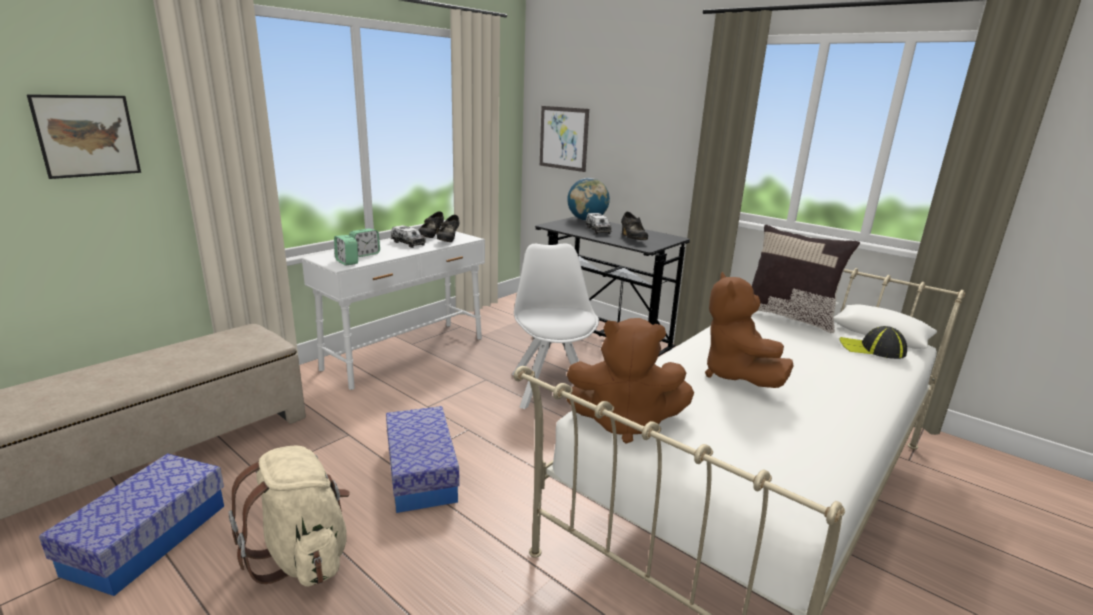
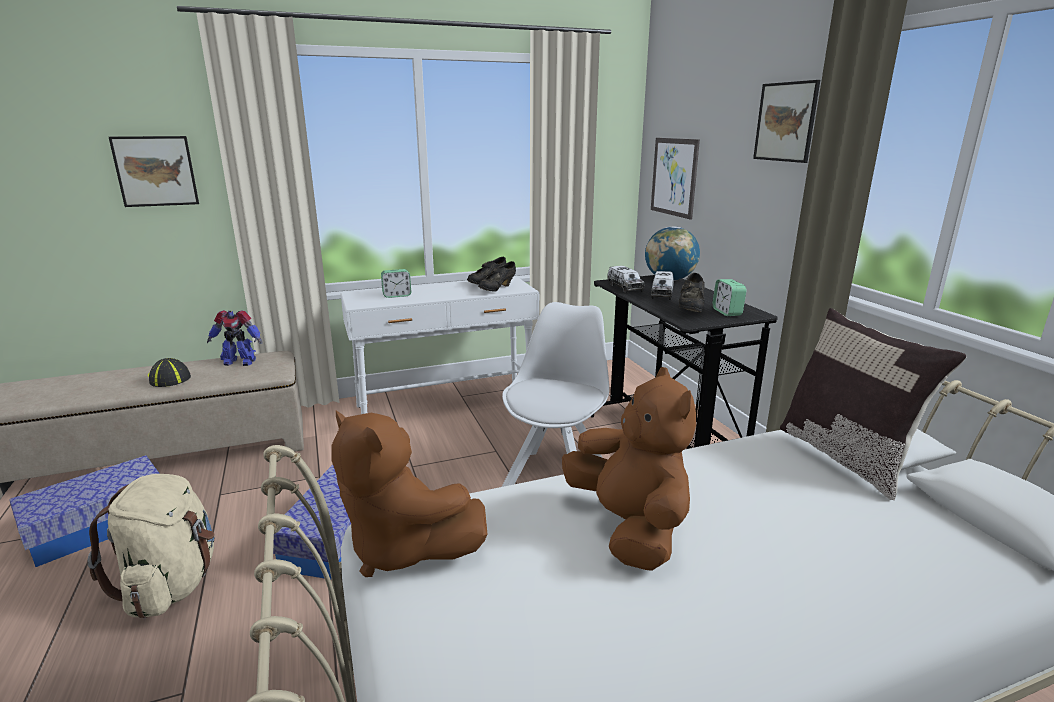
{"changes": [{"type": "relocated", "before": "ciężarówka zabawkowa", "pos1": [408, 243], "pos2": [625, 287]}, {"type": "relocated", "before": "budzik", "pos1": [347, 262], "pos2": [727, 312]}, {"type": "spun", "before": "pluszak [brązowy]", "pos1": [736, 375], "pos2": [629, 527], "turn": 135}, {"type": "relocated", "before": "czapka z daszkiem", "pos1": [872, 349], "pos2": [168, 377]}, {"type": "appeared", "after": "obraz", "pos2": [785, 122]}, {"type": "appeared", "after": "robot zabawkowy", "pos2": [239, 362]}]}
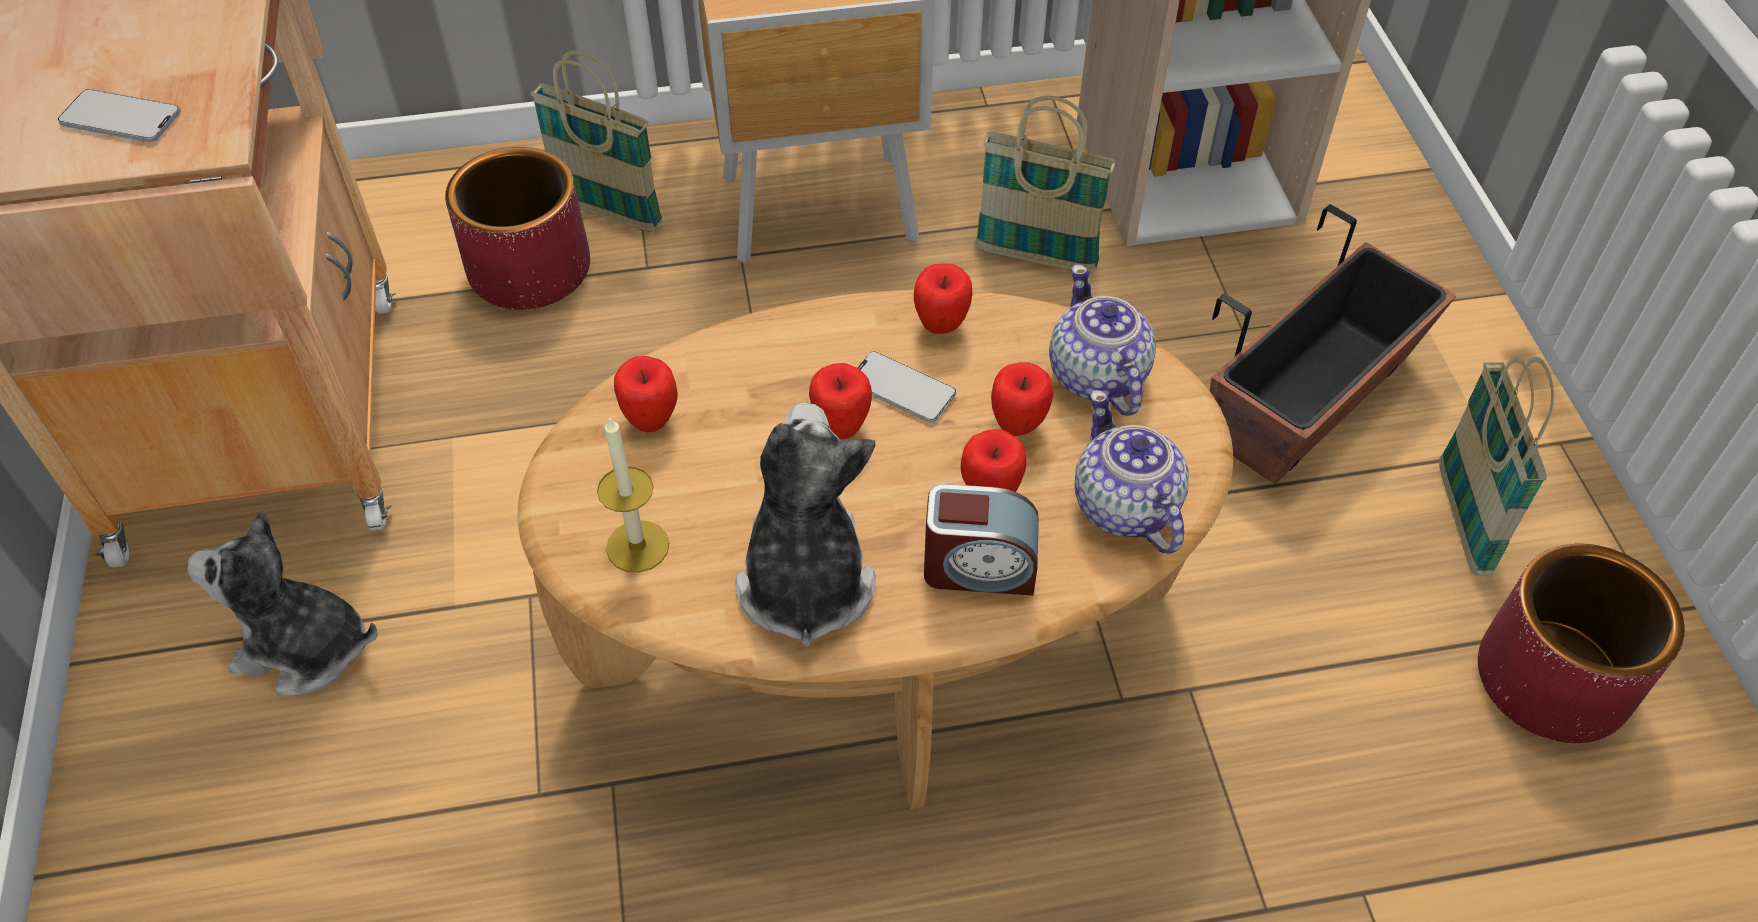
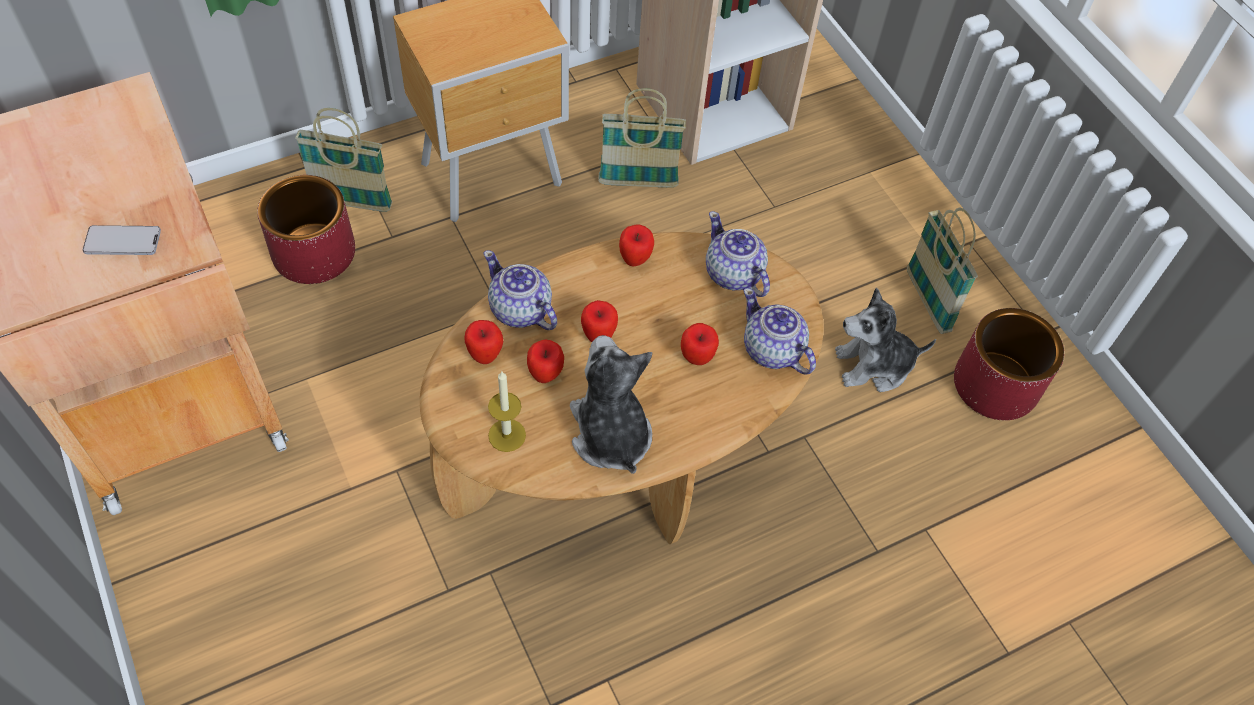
{"changes": [{"type": "missing", "before": "donica", "pos1": [1309, 399]}, {"type": "missing", "before": "telefon", "pos1": [902, 389]}, {"type": "relocated", "before": "jabłko", "pos1": [1018, 426], "pos2": [545, 375]}, {"type": "missing", "before": "budzik", "pos1": [979, 567]}, {"type": "relocated", "before": "pluszak", "pos1": [304, 648], "pos2": [874, 366]}, {"type": "appeared", "after": "imbryk", "pos2": [520, 310]}]}
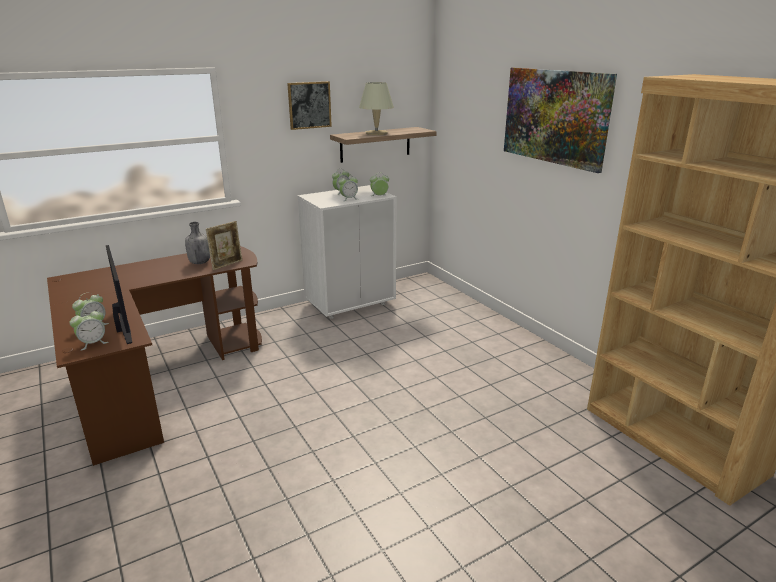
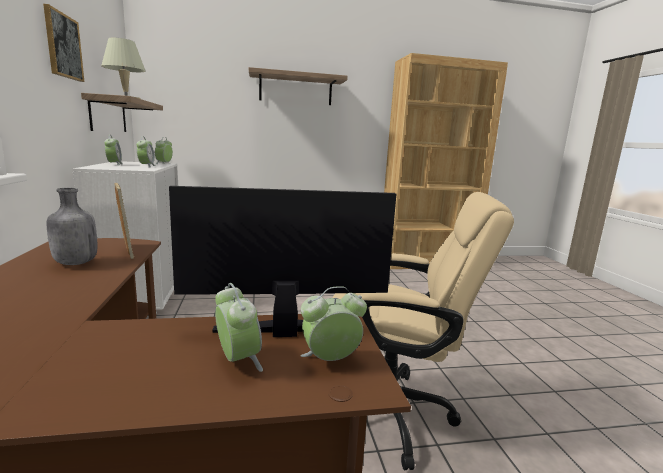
{"changes": [{"type": "exchanged", "before": "obraz", "after": "półka", "pos1": [555, 116], "pos2": [296, 89]}, {"type": "spun", "before": "budzik", "pos1": [93, 343], "pos2": [330, 360], "turn": -90}, {"type": "appeared", "after": "krzesło biurowe [beżowy]", "pos2": [393, 413]}]}
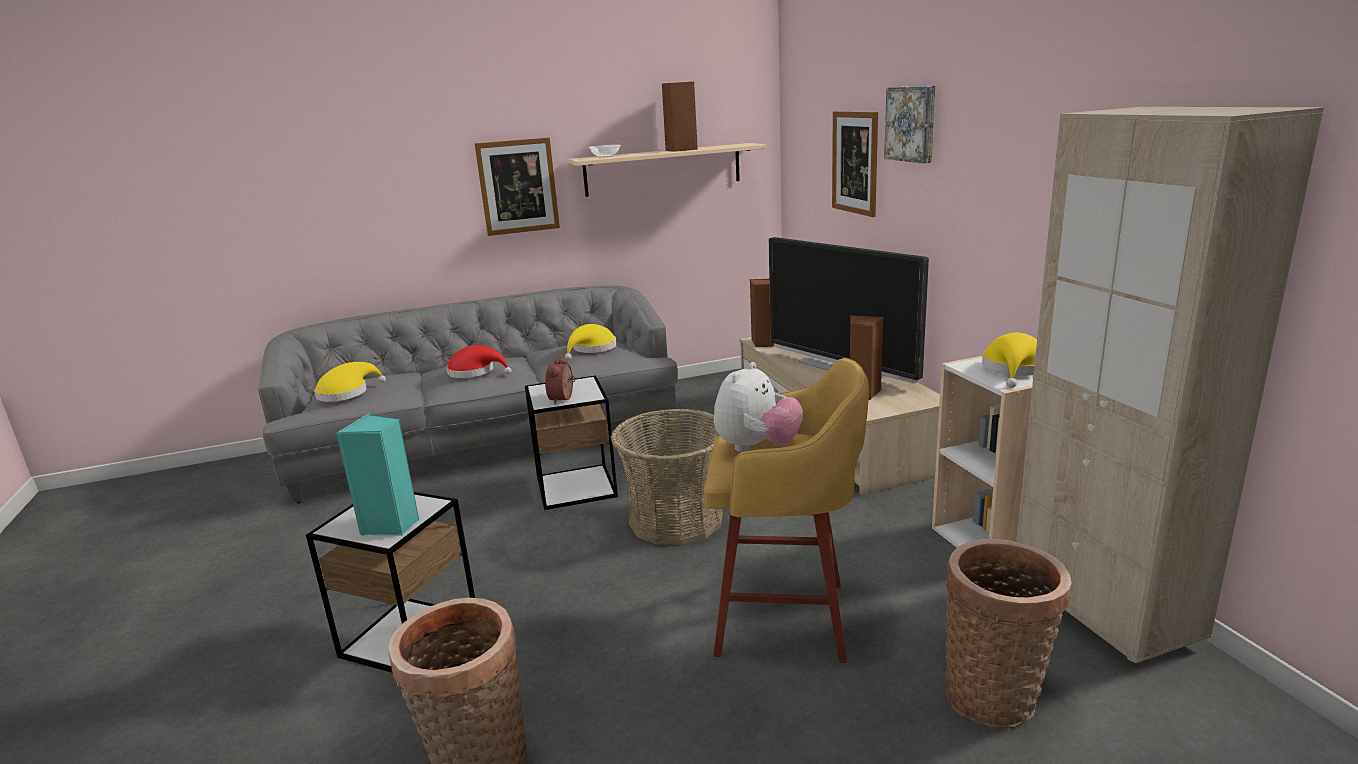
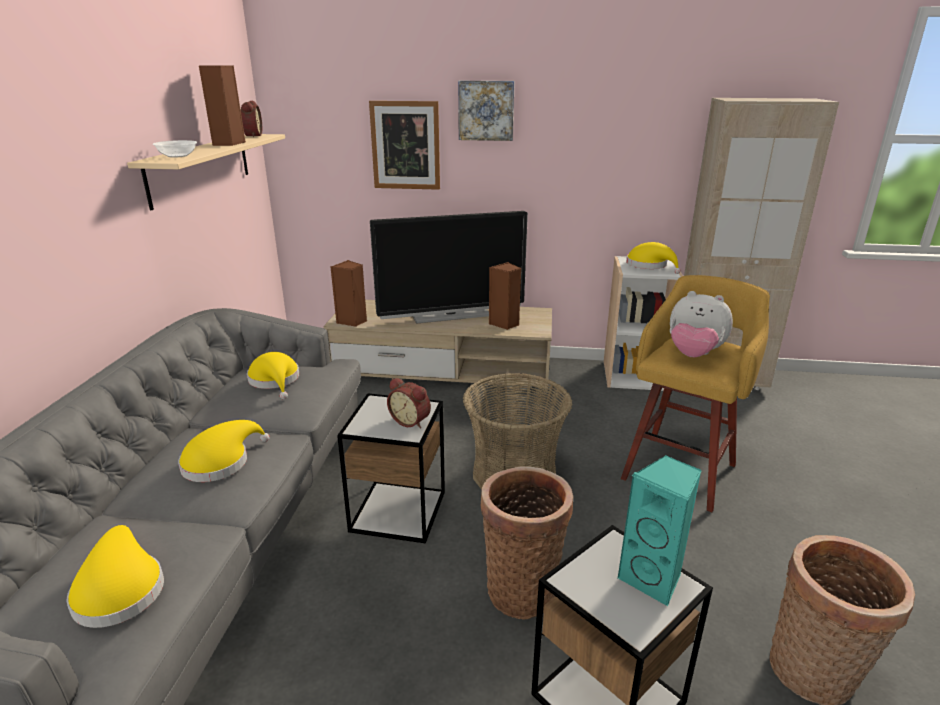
{"changes": [{"type": "missing", "before": "obraz", "pos1": [518, 186]}, {"type": "colour", "before": "kapelusz [czerwony]", "after": "kapelusz [żółty]", "pos1": [475, 372], "pos2": [220, 462]}, {"type": "spun", "before": "pluszak", "pos1": [757, 447], "pos2": [693, 354], "turn": 150}, {"type": "relocated", "before": "koszyk", "pos1": [995, 696], "pos2": [522, 587]}, {"type": "appeared", "after": "budzik", "pos2": [251, 136]}]}
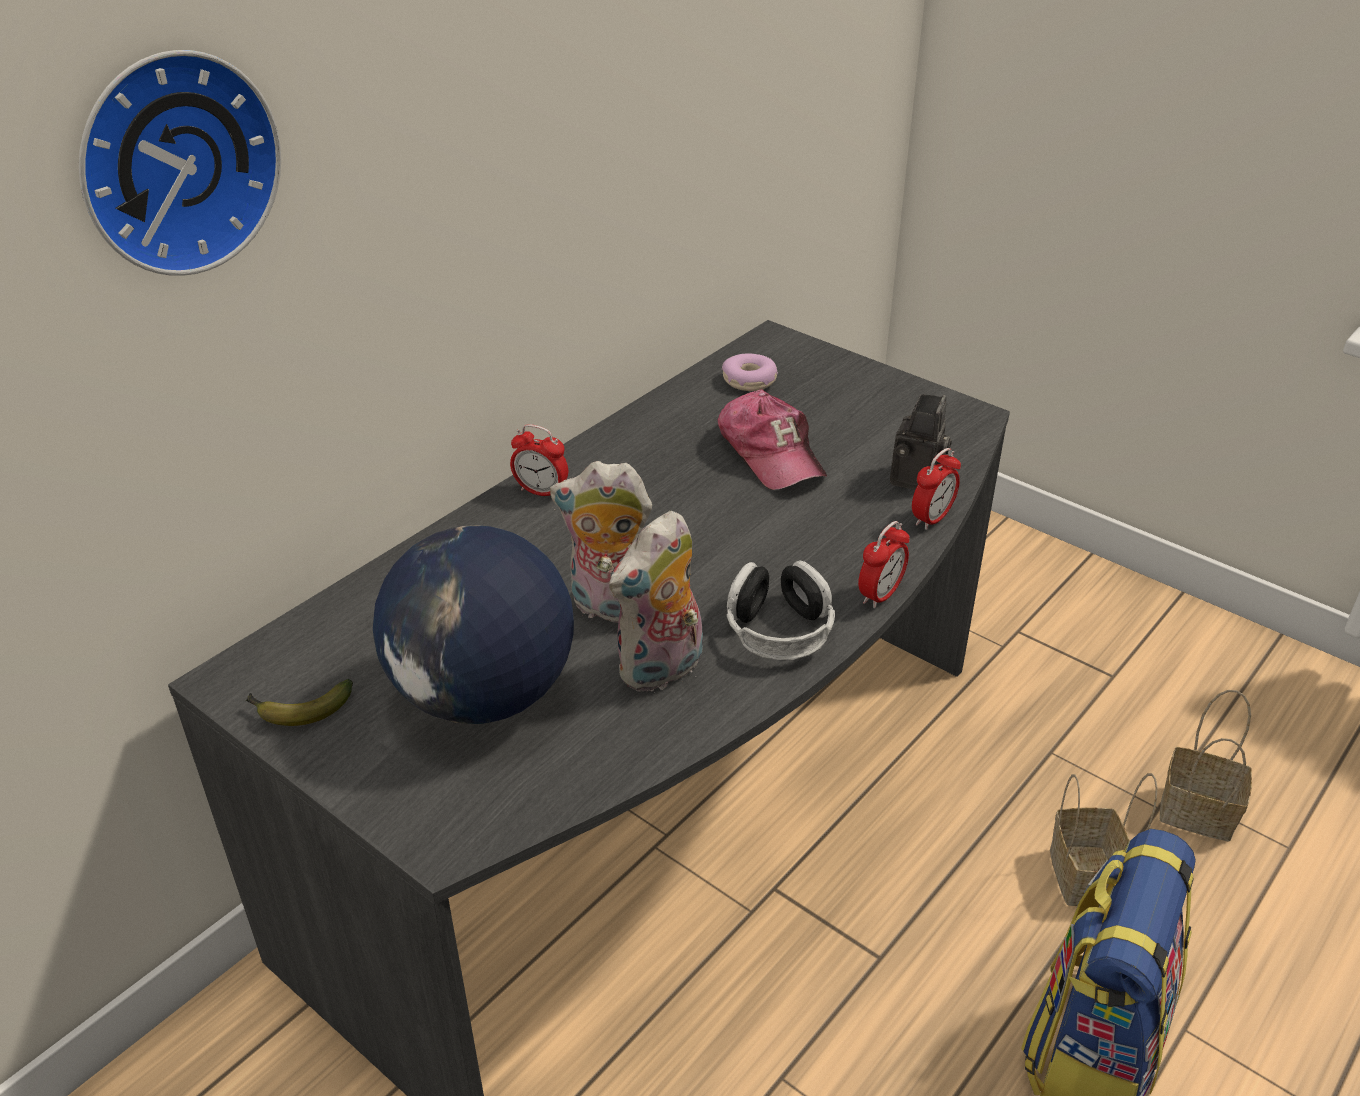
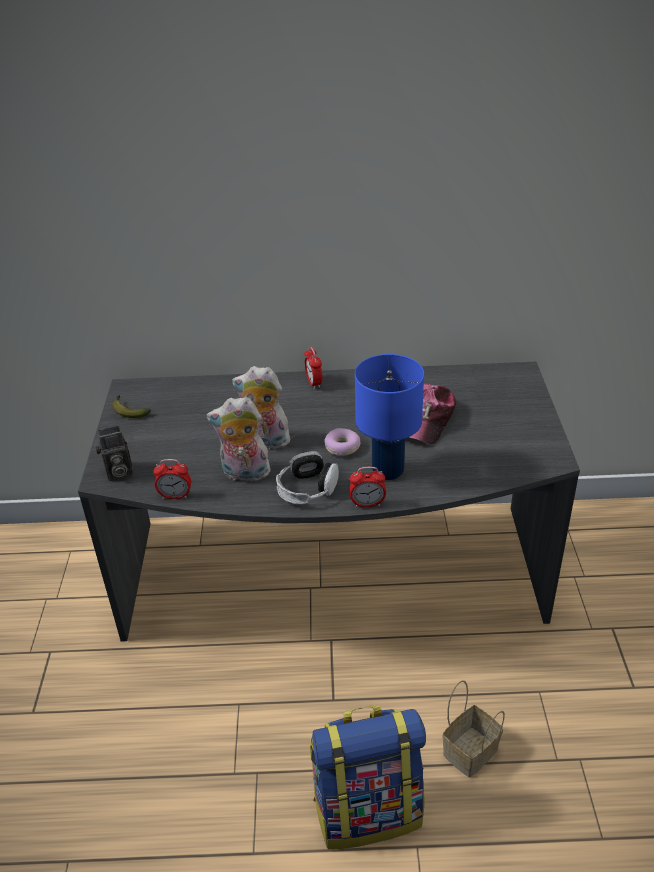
{"changes": [{"type": "missing", "before": "zegar ścienny", "pos1": [175, 161]}, {"type": "relocated", "before": "donut", "pos1": [749, 381], "pos2": [342, 447]}, {"type": "relocated", "before": "aparat fotograficzny", "pos1": [917, 480], "pos2": [117, 473]}, {"type": "relocated", "before": "budzik", "pos1": [932, 518], "pos2": [175, 496]}, {"type": "spun", "before": "pluszak", "pos1": [611, 609], "pos2": [265, 441], "turn": -45}, {"type": "missing", "before": "globus", "pos1": [484, 696]}, {"type": "missing", "before": "koszyk", "pos1": [1200, 812]}, {"type": "appeared", "after": "lampa stołowa [niebieski]", "pos2": [389, 470]}]}
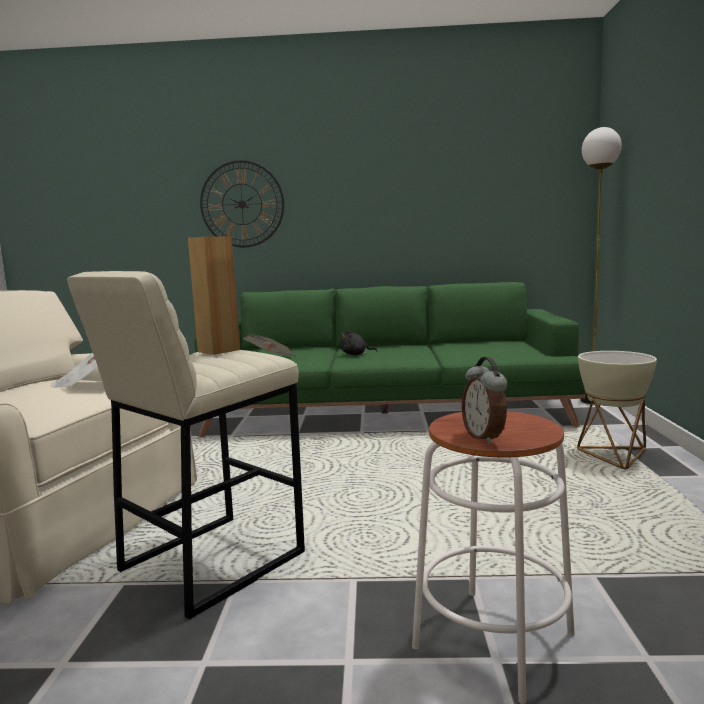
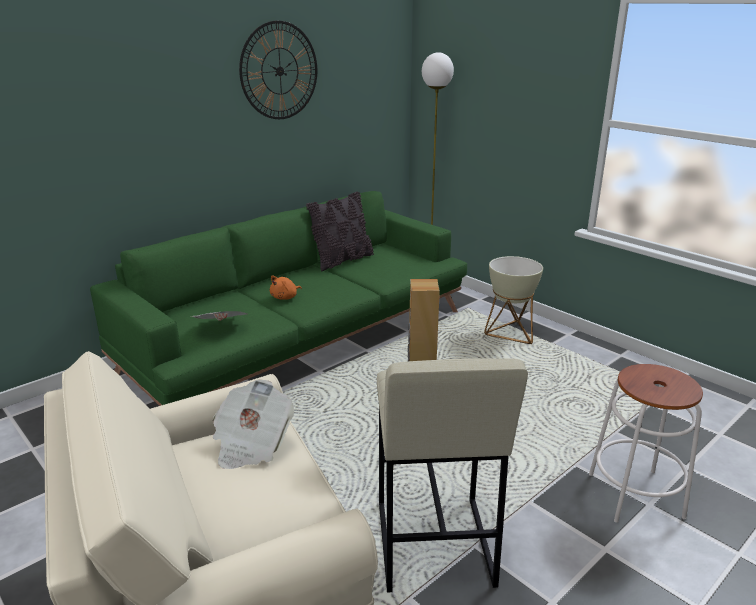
{"changes": [{"type": "relocated", "before": "zegar ścienny", "pos1": [242, 204], "pos2": [279, 71]}, {"type": "colour", "before": "pluszak [czarny]", "after": "pluszak [pomarańczowy]", "pos1": [356, 354], "pos2": [285, 297]}, {"type": "missing", "before": "budzik", "pos1": [485, 437]}, {"type": "appeared", "after": "poduszka [czarny]", "pos2": [342, 260]}]}
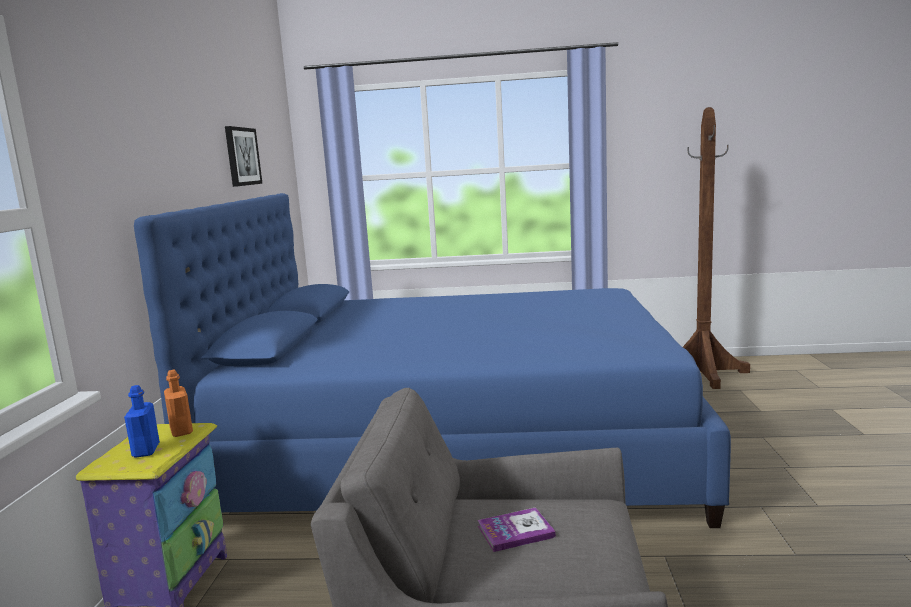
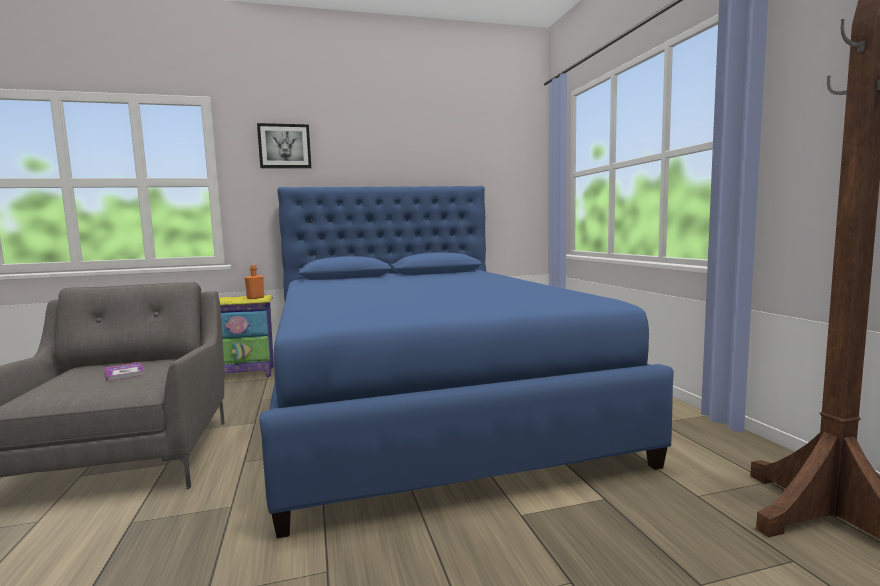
{"changes": [{"type": "relocated", "before": "obraz", "pos1": [242, 156], "pos2": [284, 146]}, {"type": "missing", "before": "butelka [niebieski]", "pos1": [146, 450]}]}
